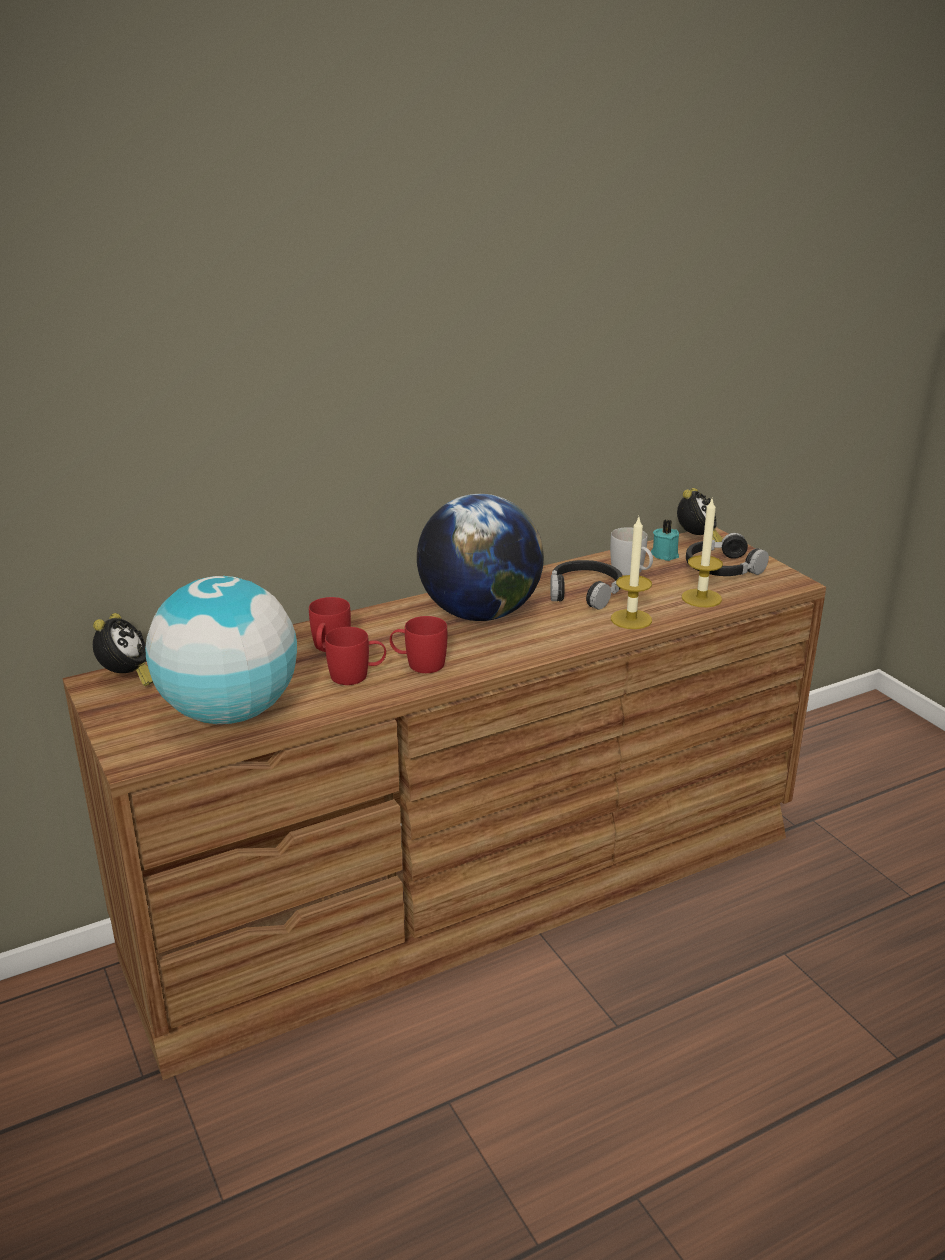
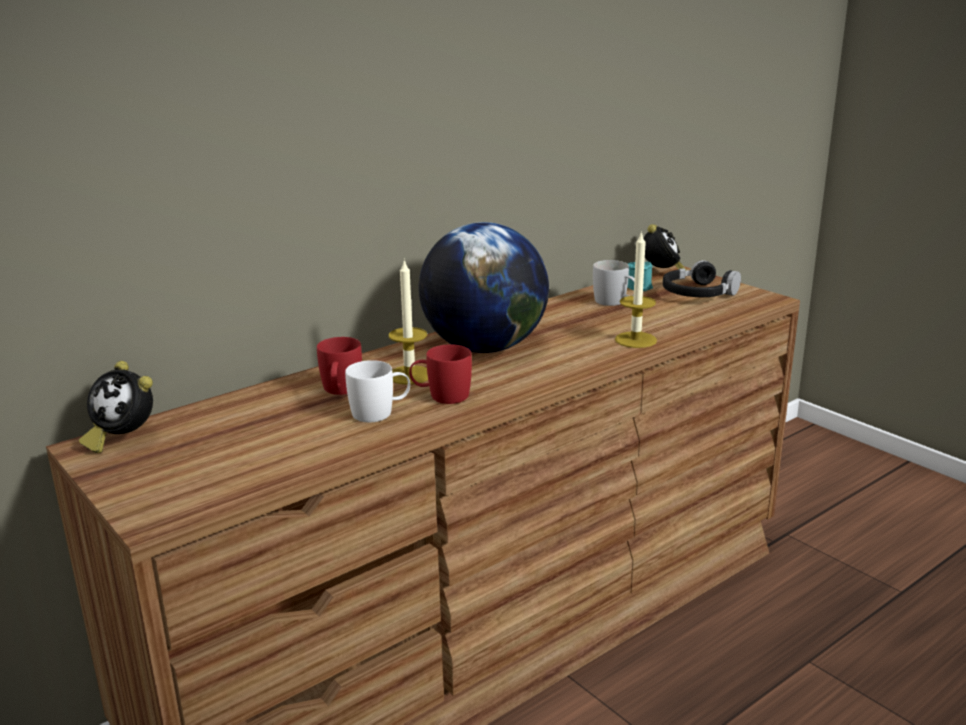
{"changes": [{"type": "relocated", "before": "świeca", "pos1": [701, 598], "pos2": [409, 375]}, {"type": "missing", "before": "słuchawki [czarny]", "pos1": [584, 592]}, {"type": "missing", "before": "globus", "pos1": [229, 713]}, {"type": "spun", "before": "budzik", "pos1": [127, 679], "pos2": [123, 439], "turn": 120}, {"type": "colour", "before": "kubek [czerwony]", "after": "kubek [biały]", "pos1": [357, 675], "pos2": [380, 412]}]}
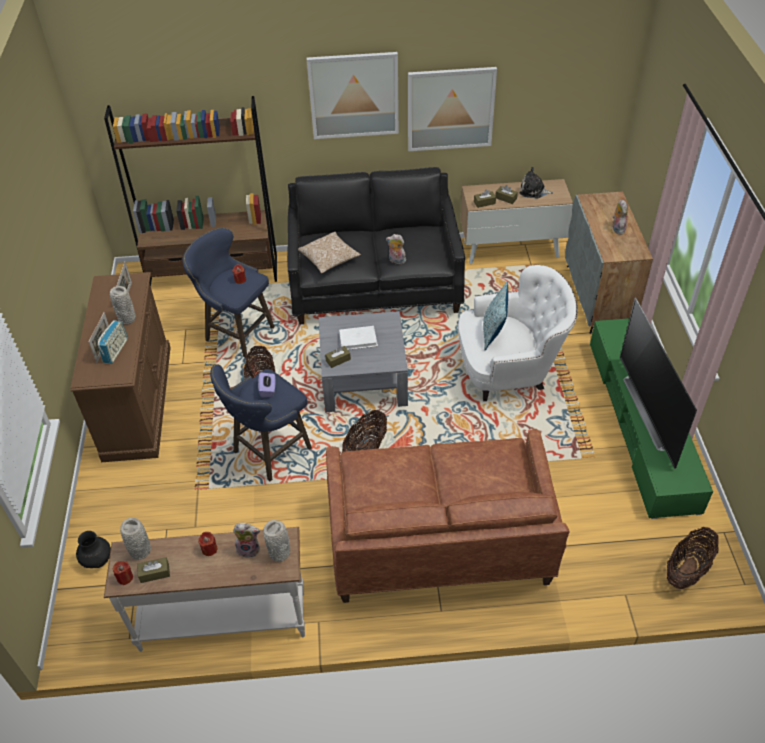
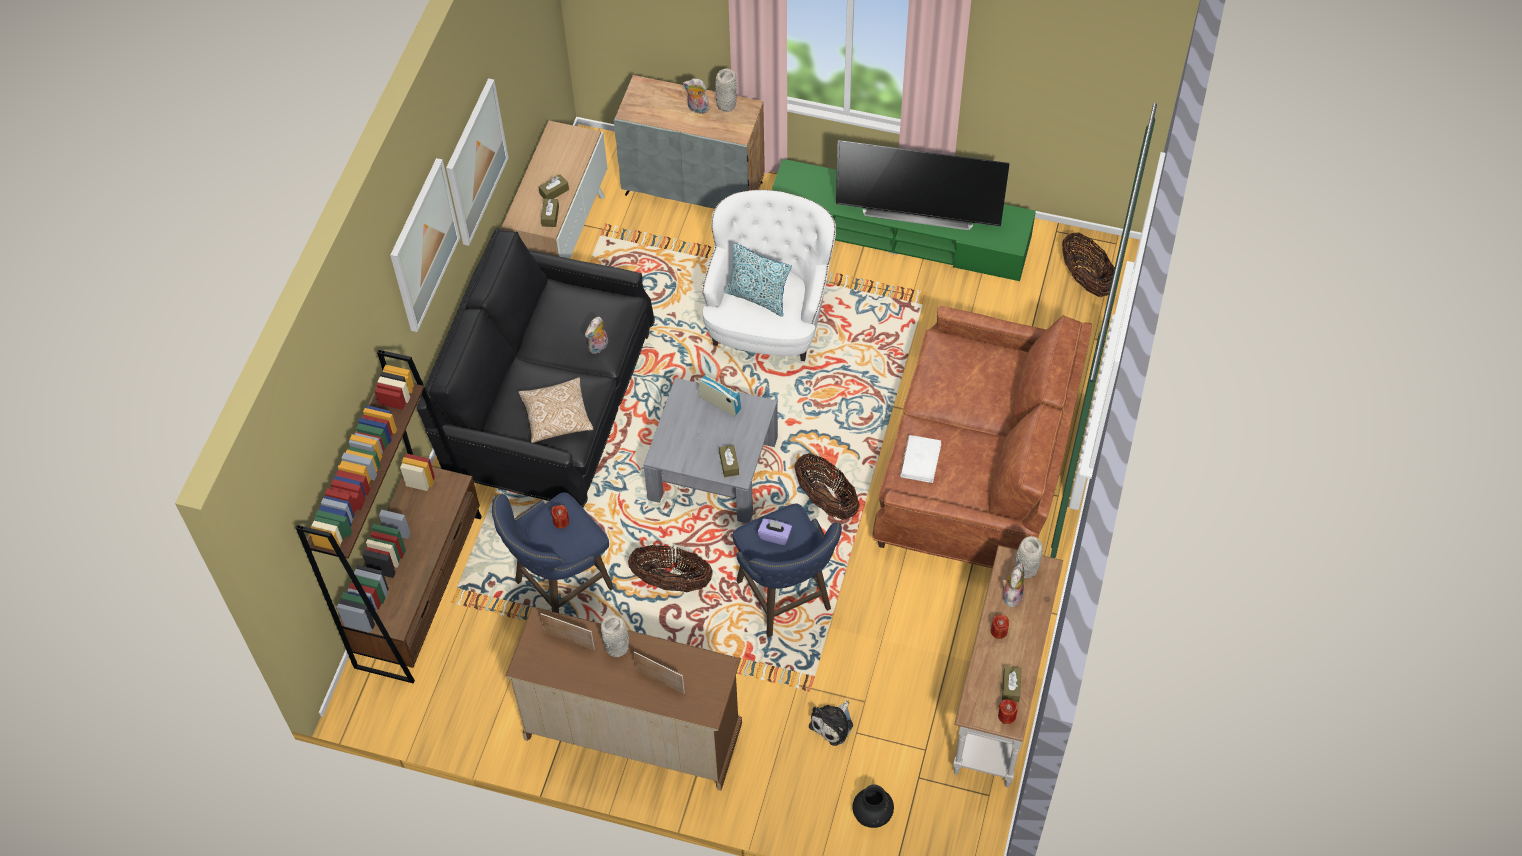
{"changes": [{"type": "relocated", "before": "pluszak", "pos1": [533, 191], "pos2": [833, 724]}, {"type": "relocated", "before": "radio", "pos1": [116, 351], "pos2": [720, 403]}, {"type": "relocated", "before": "książka [biały]", "pos1": [358, 339], "pos2": [920, 460]}, {"type": "relocated", "before": "wazon [szary]", "pos1": [140, 550], "pos2": [726, 105]}]}
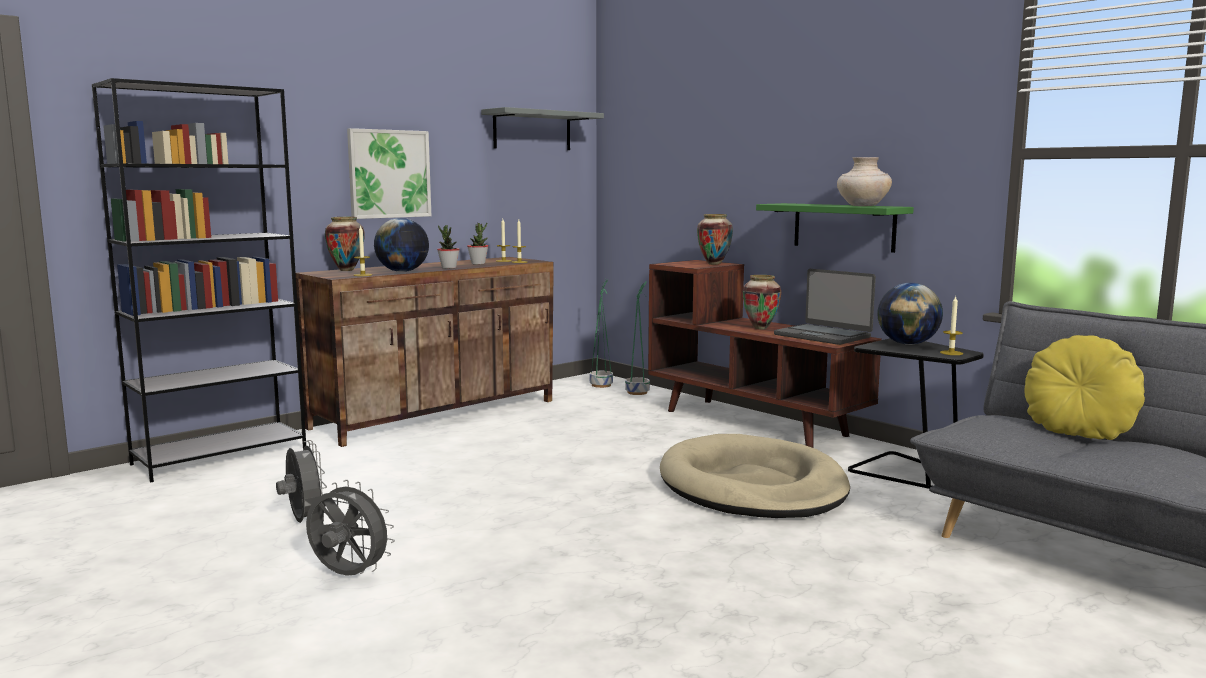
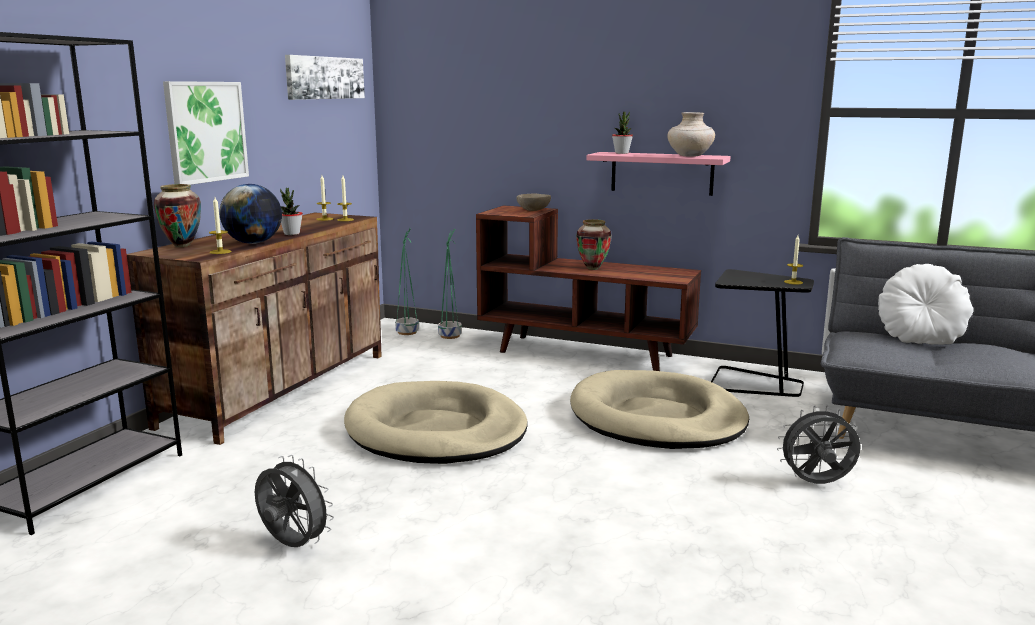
{"changes": [{"type": "exchanged", "before": "półka [szary]", "after": "obraz", "pos1": [532, 130], "pos2": [325, 78]}, {"type": "colour", "before": "półka [zielony]", "after": "półka [różowy]", "pos1": [843, 227], "pos2": [661, 173]}, {"type": "exchanged", "before": "wazon", "after": "miska [beżowy]", "pos1": [714, 264], "pos2": [533, 210]}, {"type": "relocated", "before": "roślina doniczkowa", "pos1": [478, 263], "pos2": [621, 153]}, {"type": "missing", "before": "laptop", "pos1": [823, 336]}, {"type": "missing", "before": "globus", "pos1": [908, 344]}, {"type": "colour", "before": "poduszka [żółty]", "after": "poduszka [biały]", "pos1": [1078, 434], "pos2": [919, 341]}, {"type": "relocated", "before": "wentylator [szary]", "pos1": [348, 576], "pos2": [817, 484]}, {"type": "appeared", "after": "legowisko [beżowy]", "pos2": [436, 431]}]}
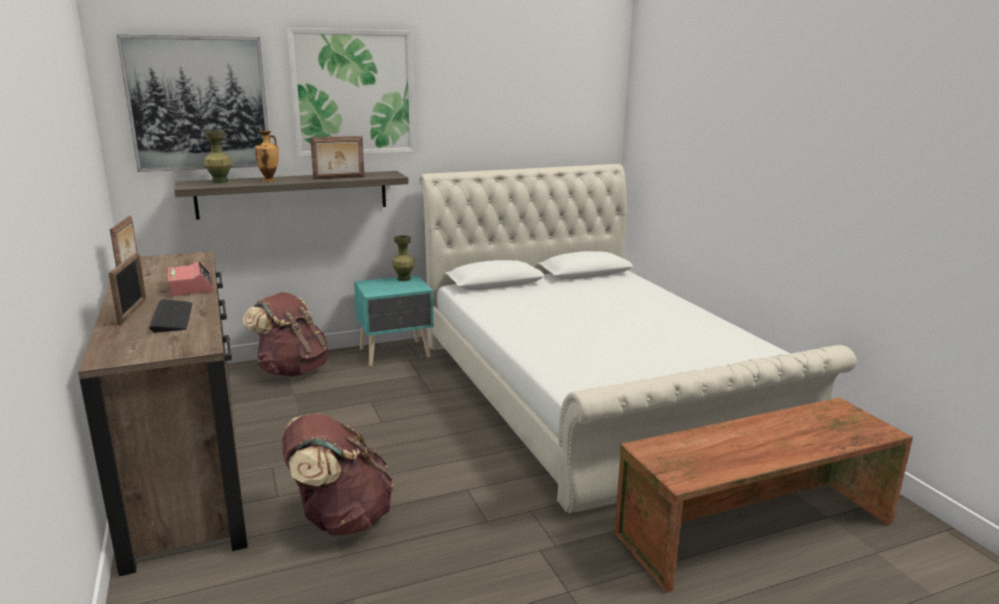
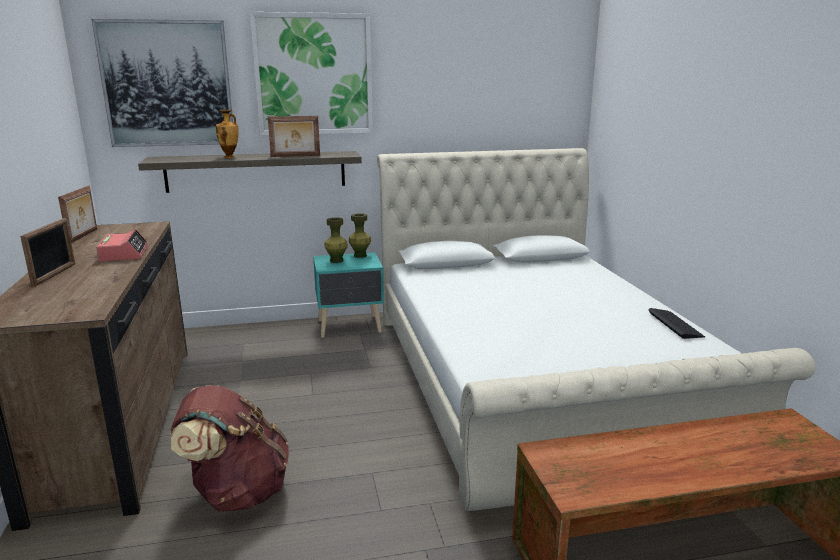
{"changes": [{"type": "relocated", "before": "wazon [zielony]", "pos1": [220, 182], "pos2": [336, 261]}, {"type": "missing", "before": "plecak [brązowy]", "pos1": [292, 370]}, {"type": "relocated", "before": "klawiatura", "pos1": [172, 317], "pos2": [675, 324]}]}
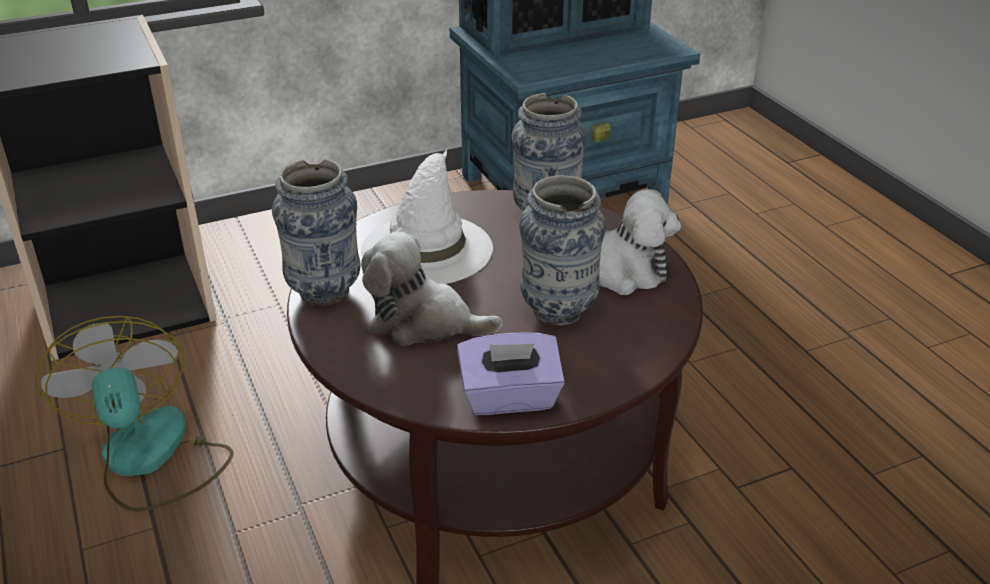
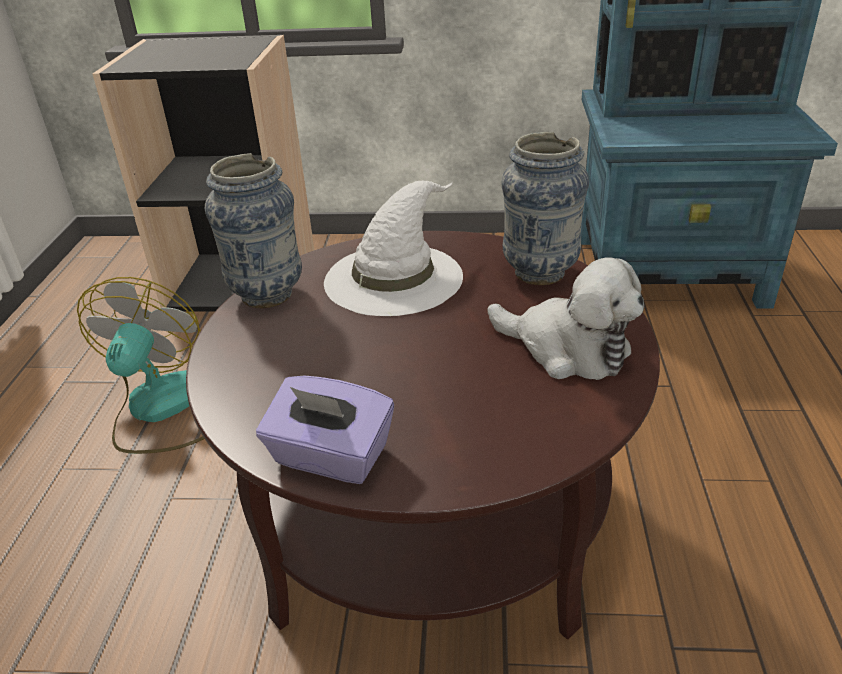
{"changes": [{"type": "missing", "before": "wazon", "pos1": [558, 311]}, {"type": "missing", "before": "pluszak", "pos1": [423, 322]}]}
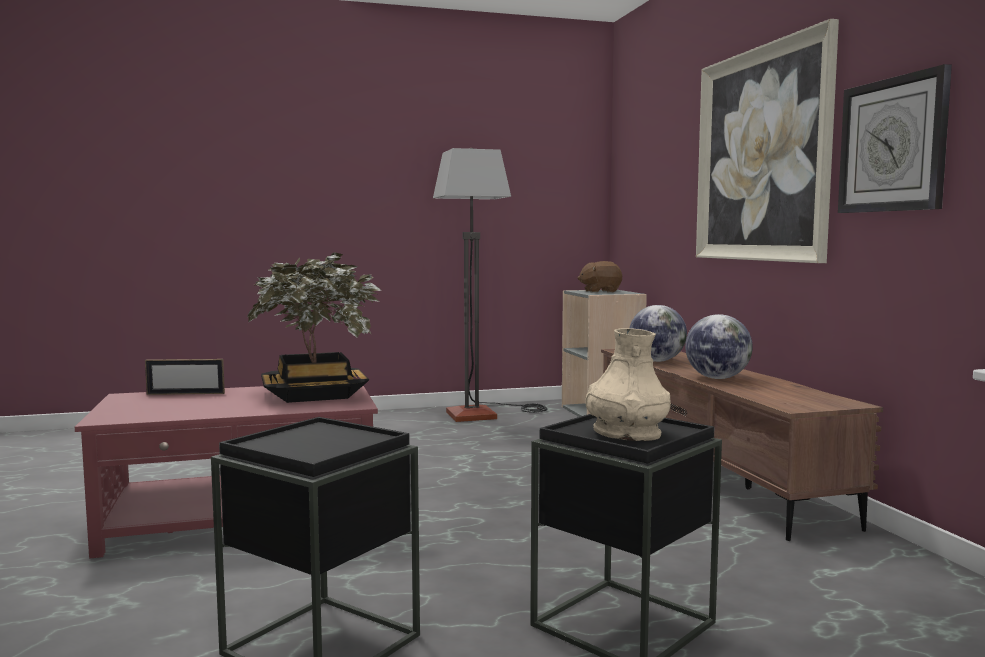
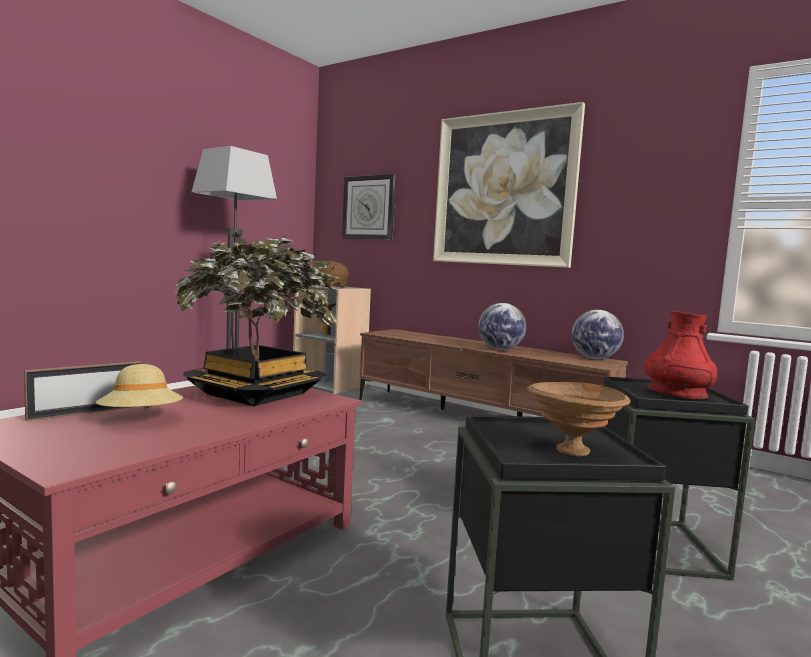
{"changes": [{"type": "relocated", "before": "zegar ścienny", "pos1": [893, 145], "pos2": [369, 207]}, {"type": "relocated", "before": "globus", "pos1": [656, 361], "pos2": [594, 358]}, {"type": "colour", "before": "wazon [beżowy]", "after": "wazon [czerwony]", "pos1": [627, 433], "pos2": [677, 394]}, {"type": "appeared", "after": "kapelusz [beżowy]", "pos2": [141, 419]}, {"type": "appeared", "after": "miska [brązowy]", "pos2": [570, 450]}]}
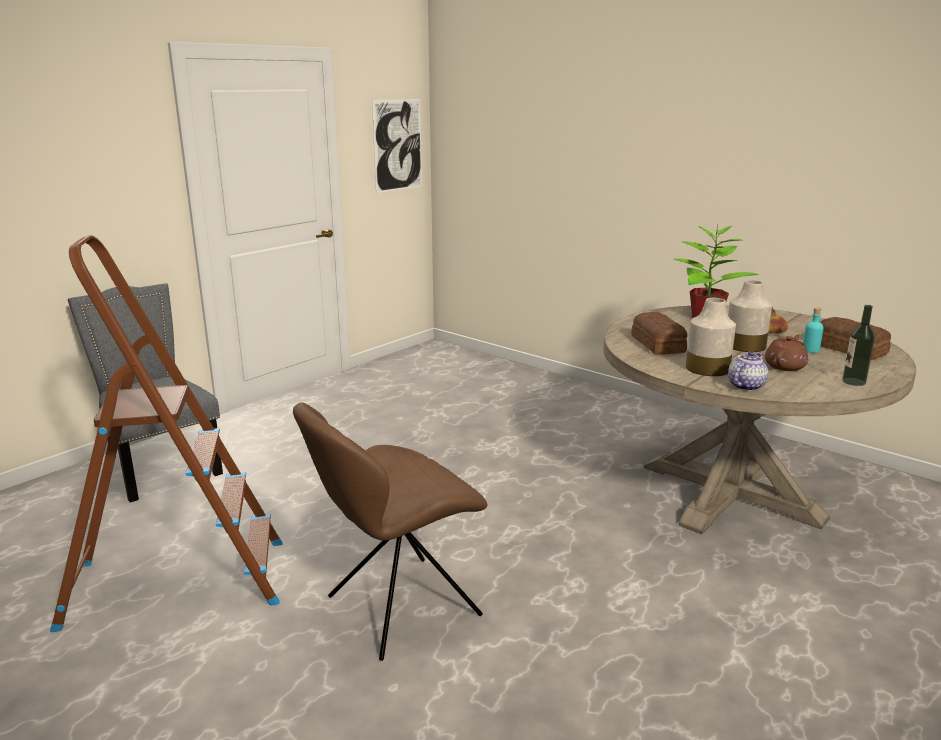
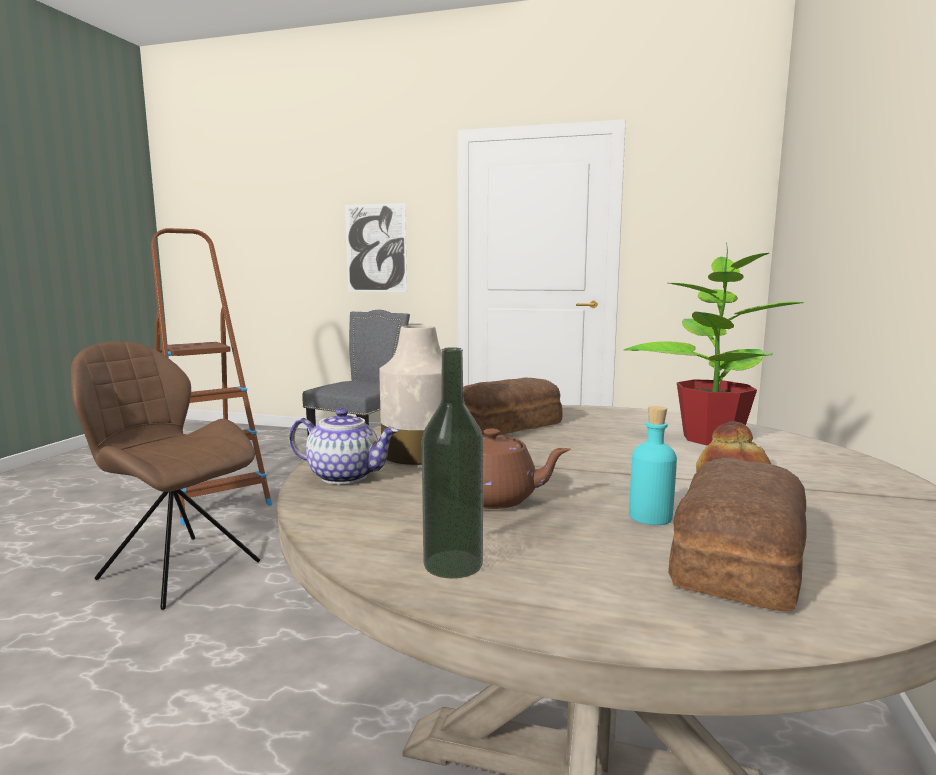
{"changes": [{"type": "relocated", "before": "obraz", "pos1": [398, 145], "pos2": [376, 248]}, {"type": "missing", "before": "wazon [beżowy]", "pos1": [744, 345]}]}
